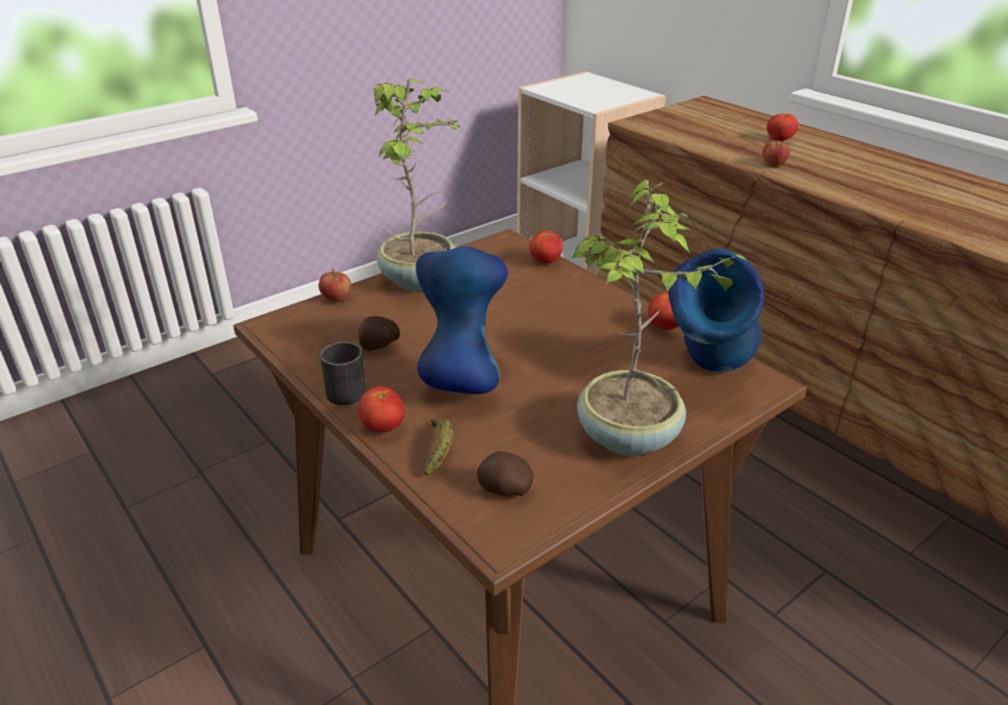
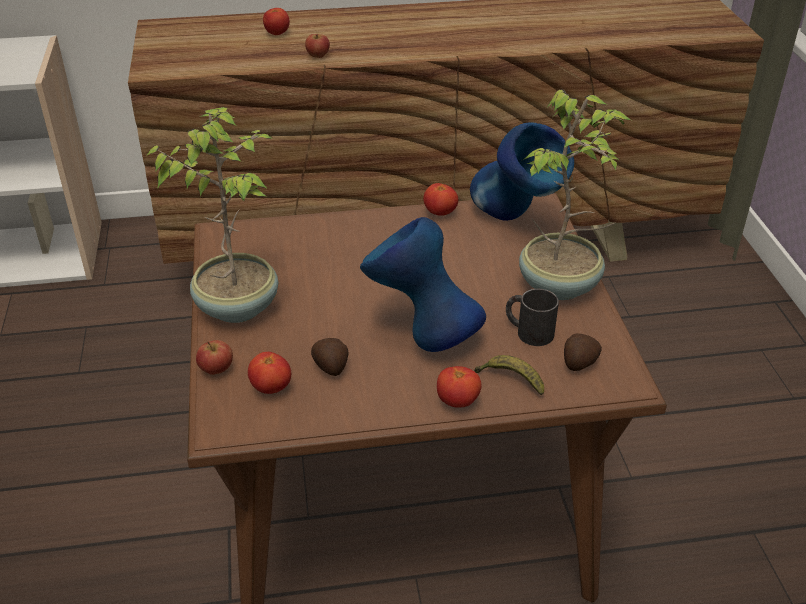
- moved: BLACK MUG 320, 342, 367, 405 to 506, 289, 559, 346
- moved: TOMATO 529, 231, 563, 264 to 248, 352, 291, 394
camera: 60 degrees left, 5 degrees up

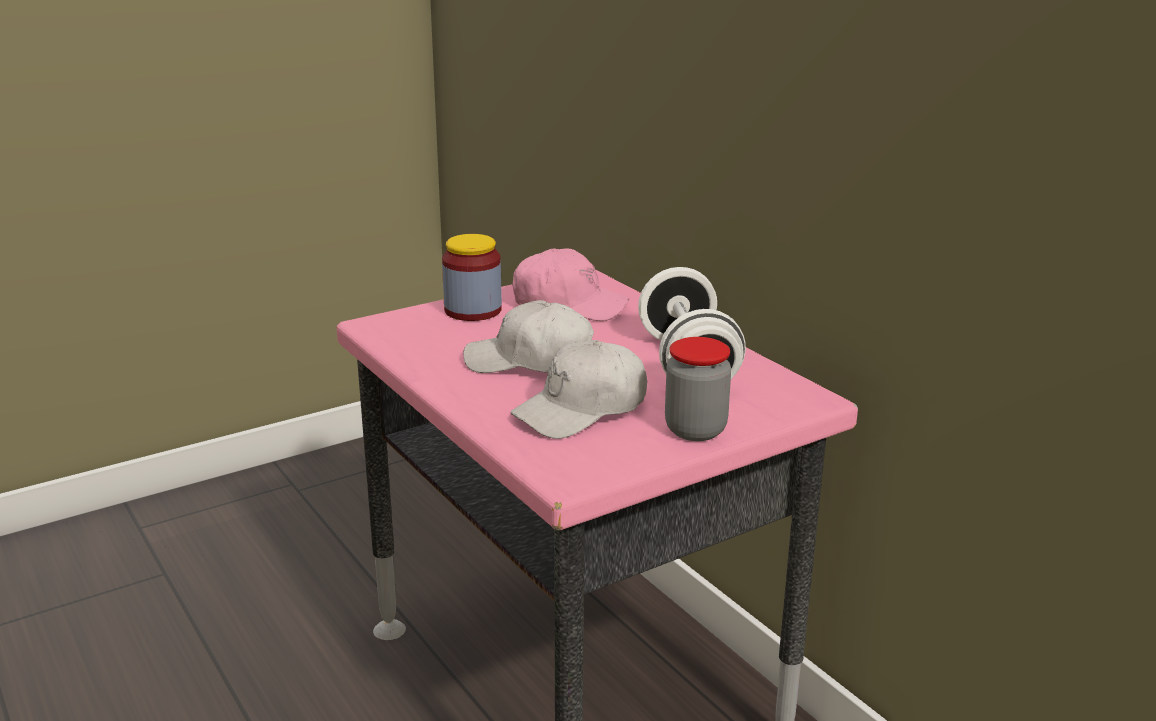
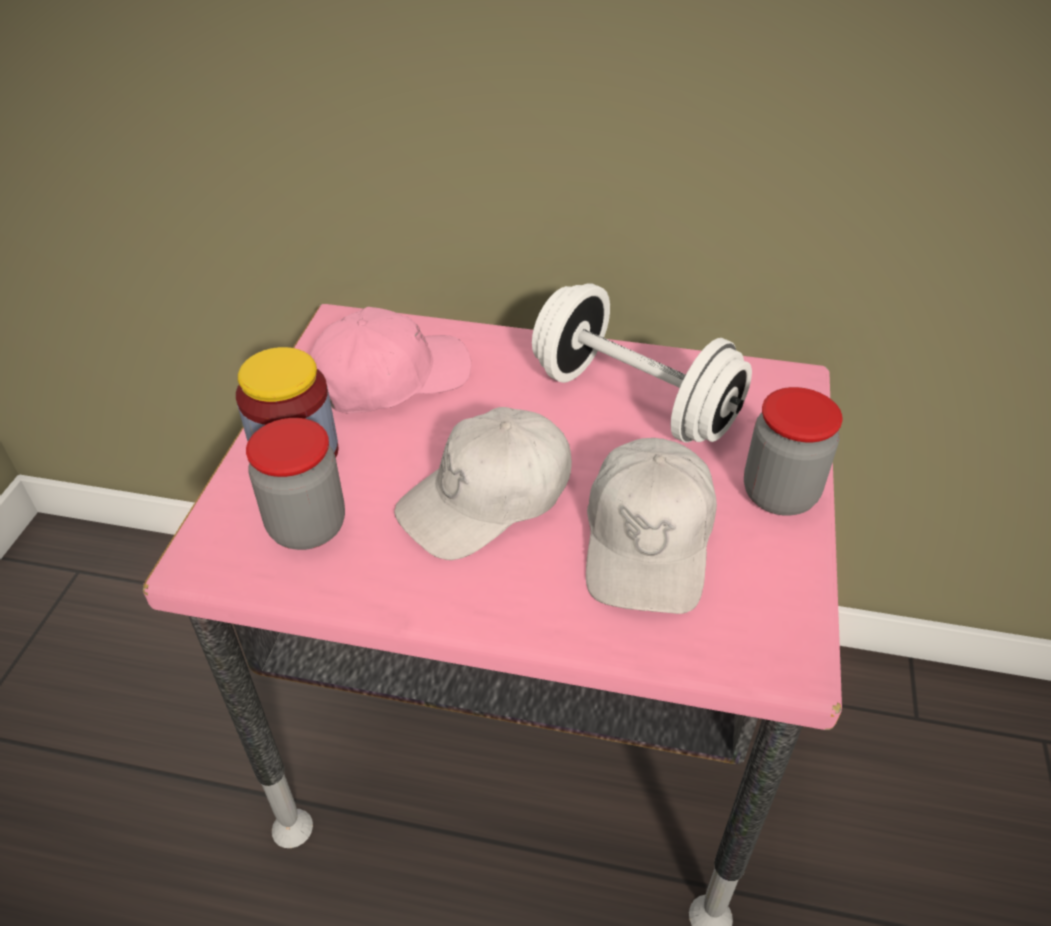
- added: JAR 246, 418, 345, 550
camera: 45 degrees left, 20 degrees up

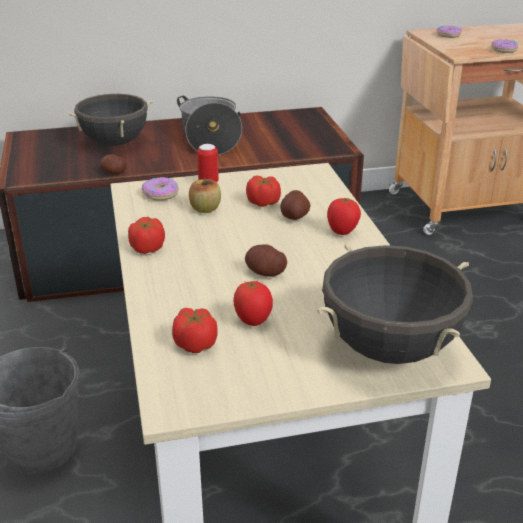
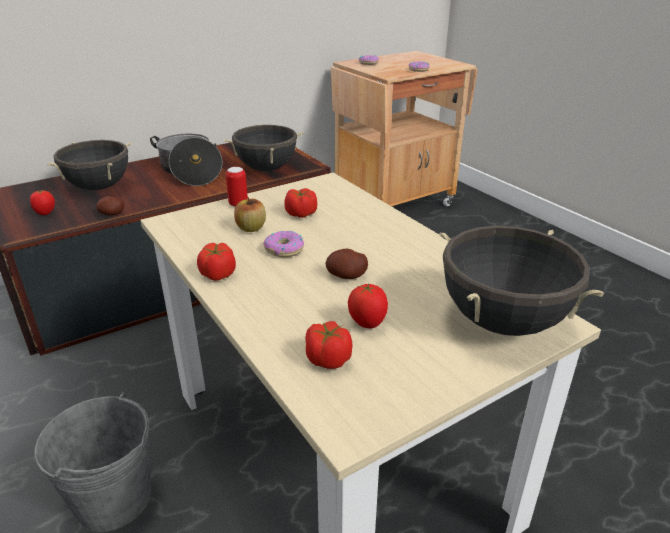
- moved: DONUT 142, 177, 179, 201 to 263, 231, 304, 257
- removed: POTATO 280, 190, 311, 220
- moved: TOMATO 327, 198, 361, 235 to 30, 190, 55, 215
- added: BLACK COOKING POT 224, 124, 304, 171
camera: 20 degrees left, 0 degrees up

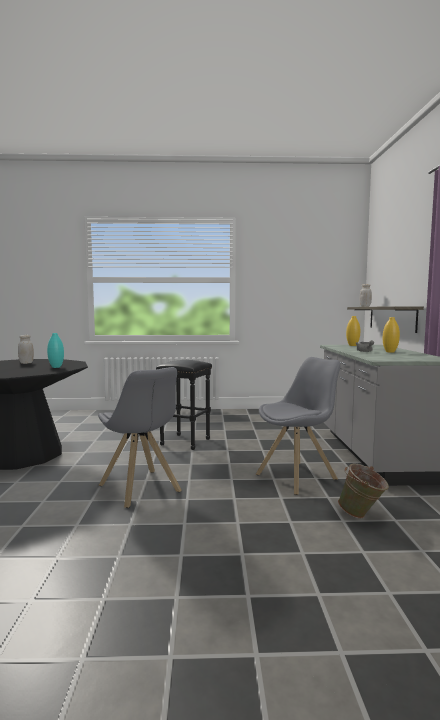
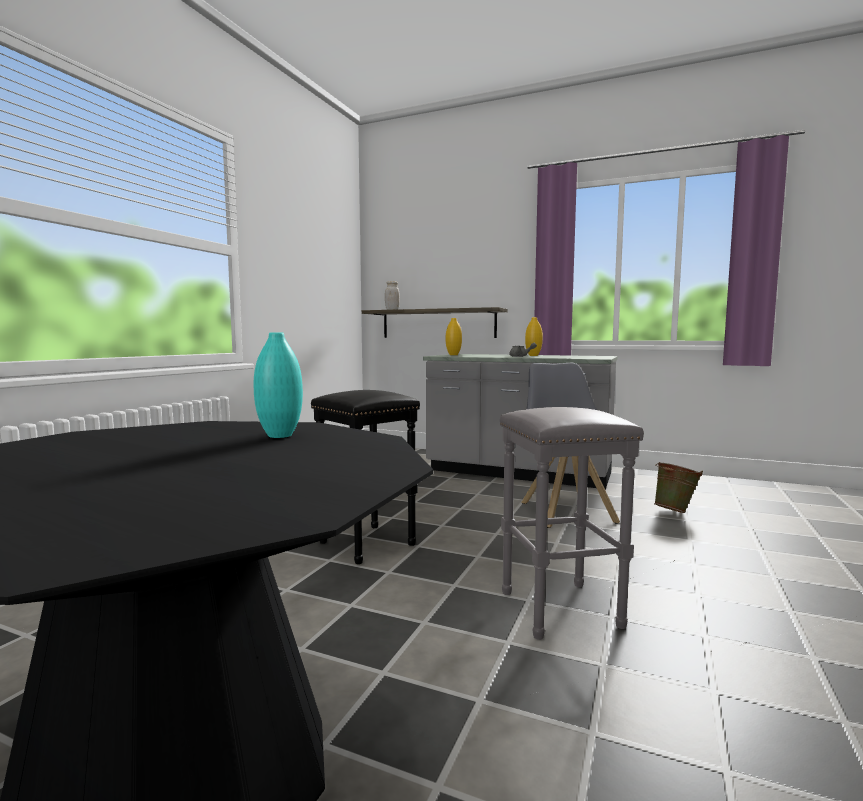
- removed: WHITE JAR 18, 335, 34, 364
- replaced: GREY CHAIR 98, 367, 181, 508 to GREY STOOL 500, 407, 644, 640
camera: 65 degrees left, 0 degrees up

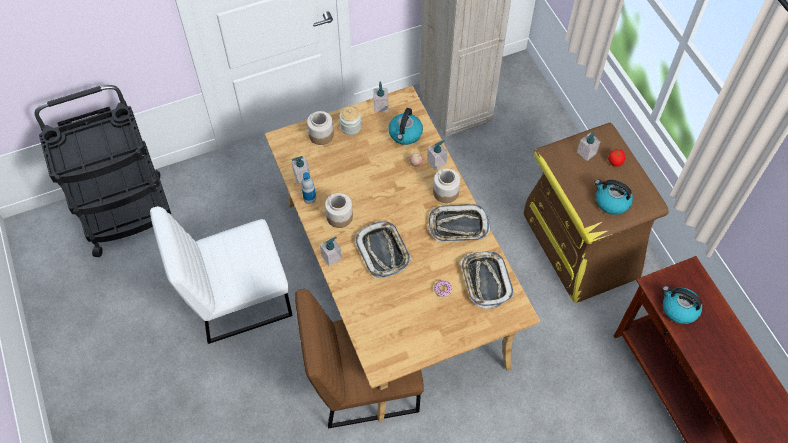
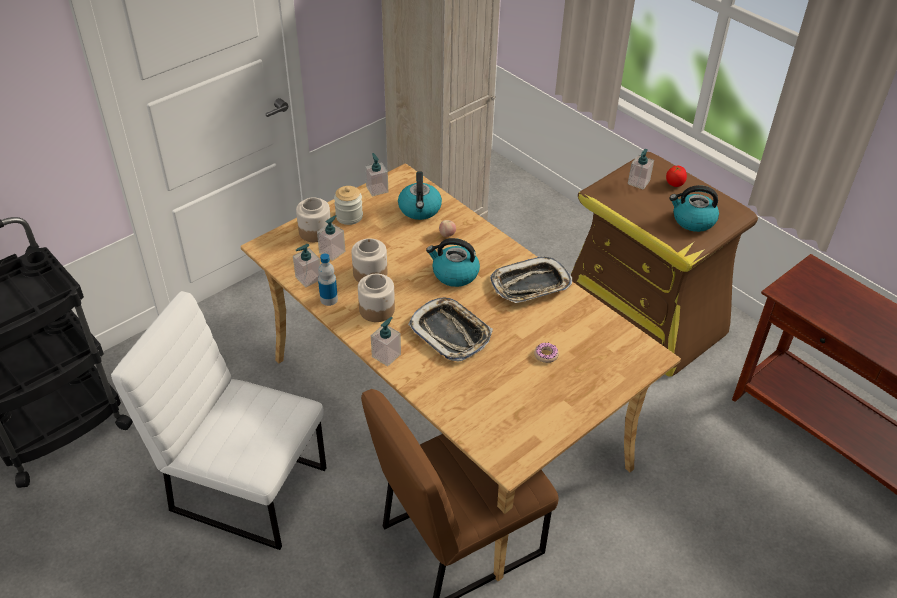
- turned: WHITE CHAIR 150, 206, 293, 344 = 111, 291, 326, 550 60 degrees clockwise
- moved: SOAP DISPENSER 427, 140, 447, 170 to 317, 215, 345, 261
- moved: JAR 433, 168, 460, 203 to 352, 238, 387, 282
- removed: TRAY 460, 252, 514, 309
- moved: KETTLE 662, 286, 702, 324 to 426, 238, 480, 287
camera: 20 degrees left, 15 degrees down

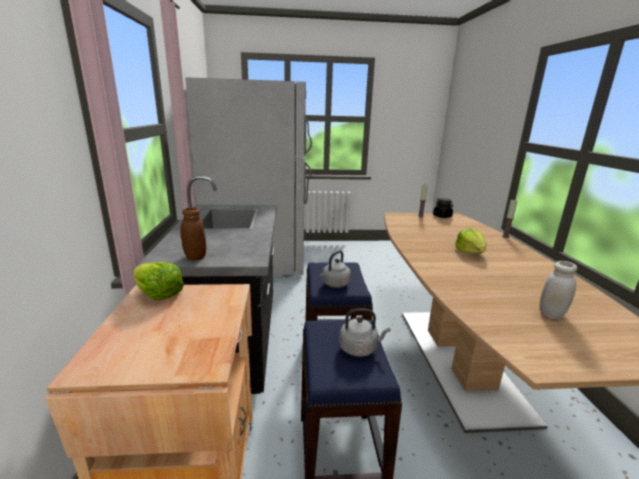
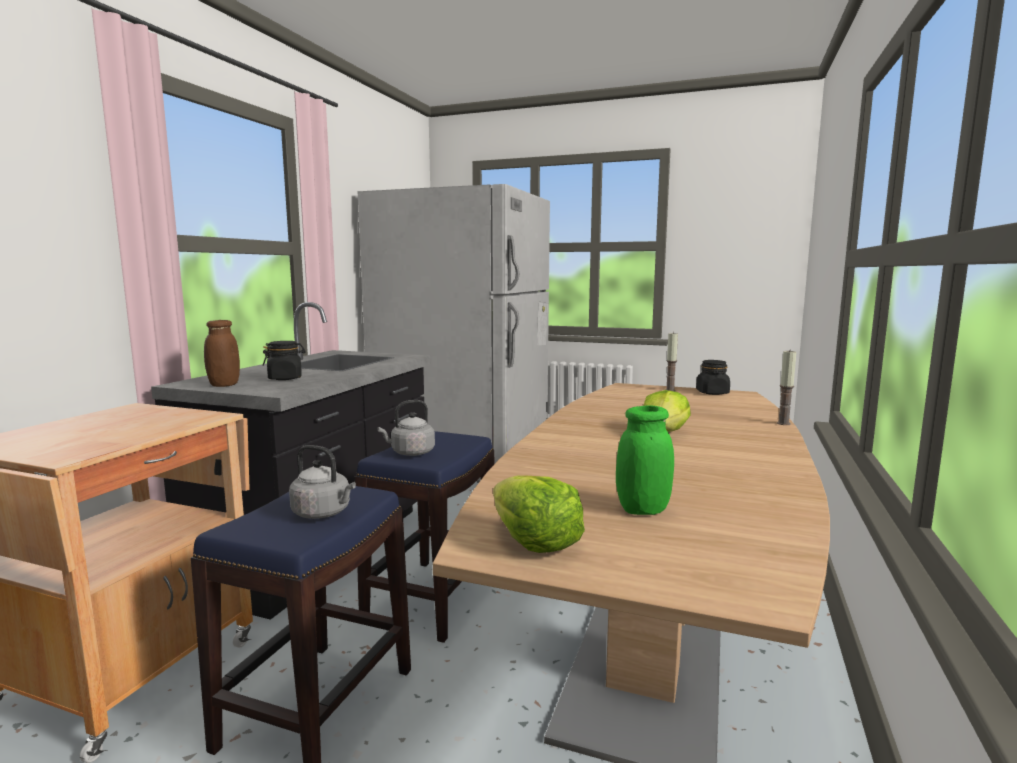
- moved: LETTUCE 133, 262, 184, 300 to 493, 475, 585, 553
- recoloured: WHITE JAR 540, 261, 577, 319 to GREEN JAR 616, 405, 674, 515
- added: BLACK JAR 262, 341, 305, 380
camera: 25 degrees right, 10 degrees down

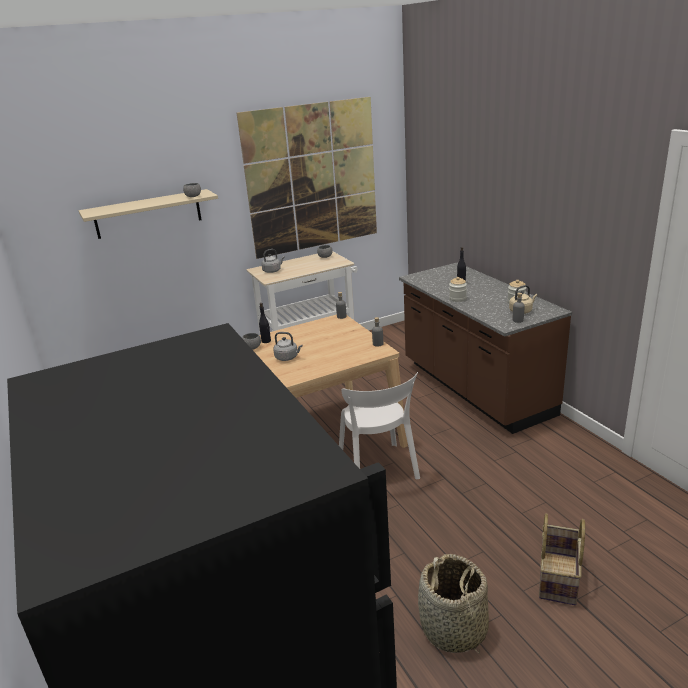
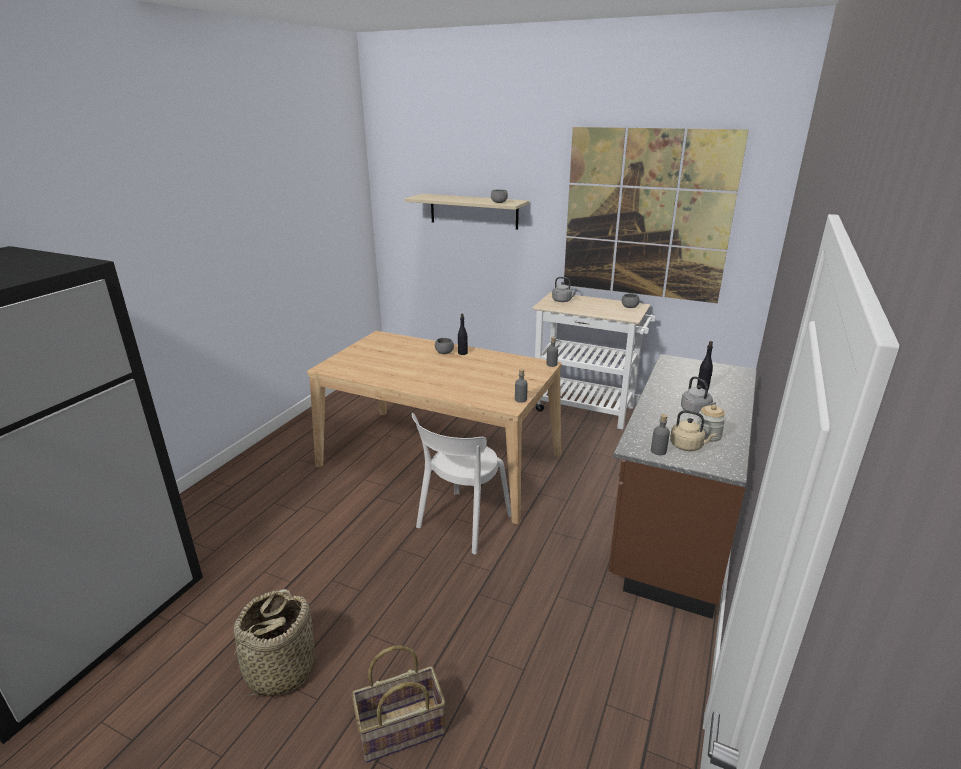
- moved: GREY KETTLE 273, 332, 302, 361 to 681, 376, 716, 413
- removed: JAR 449, 277, 467, 302
camera: 50 degrees right, 0 degrees up

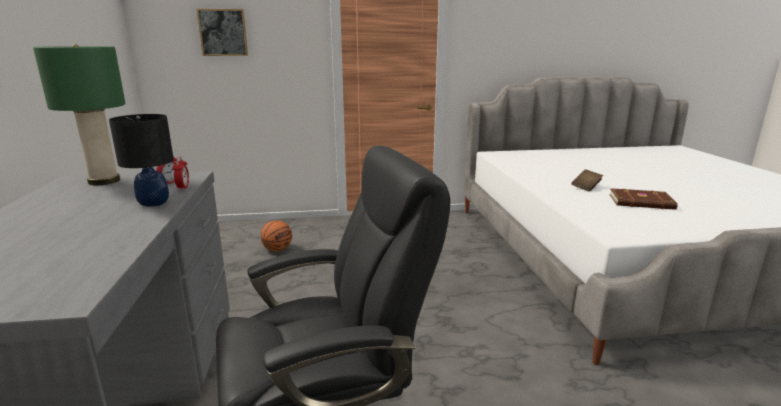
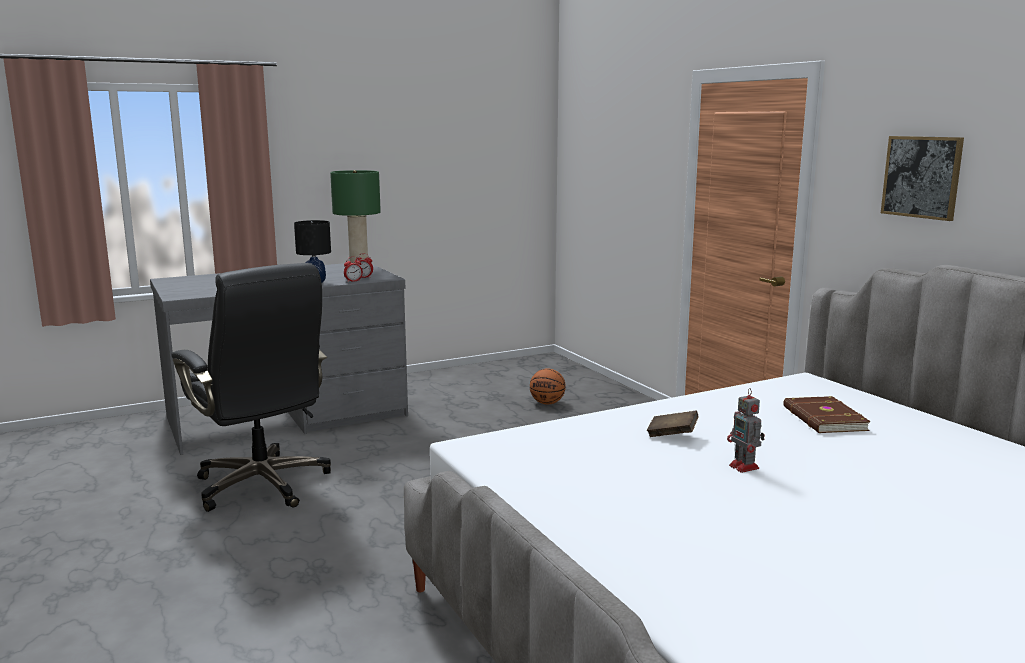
- moved: PICTURE 197, 9, 248, 56 to 881, 136, 964, 221
- moved: BROWN BOOK 609, 188, 678, 210 to 783, 396, 871, 433
- added: TOY ROBOT 727, 388, 765, 473
camera: 70 degrees right, 5 degrees down

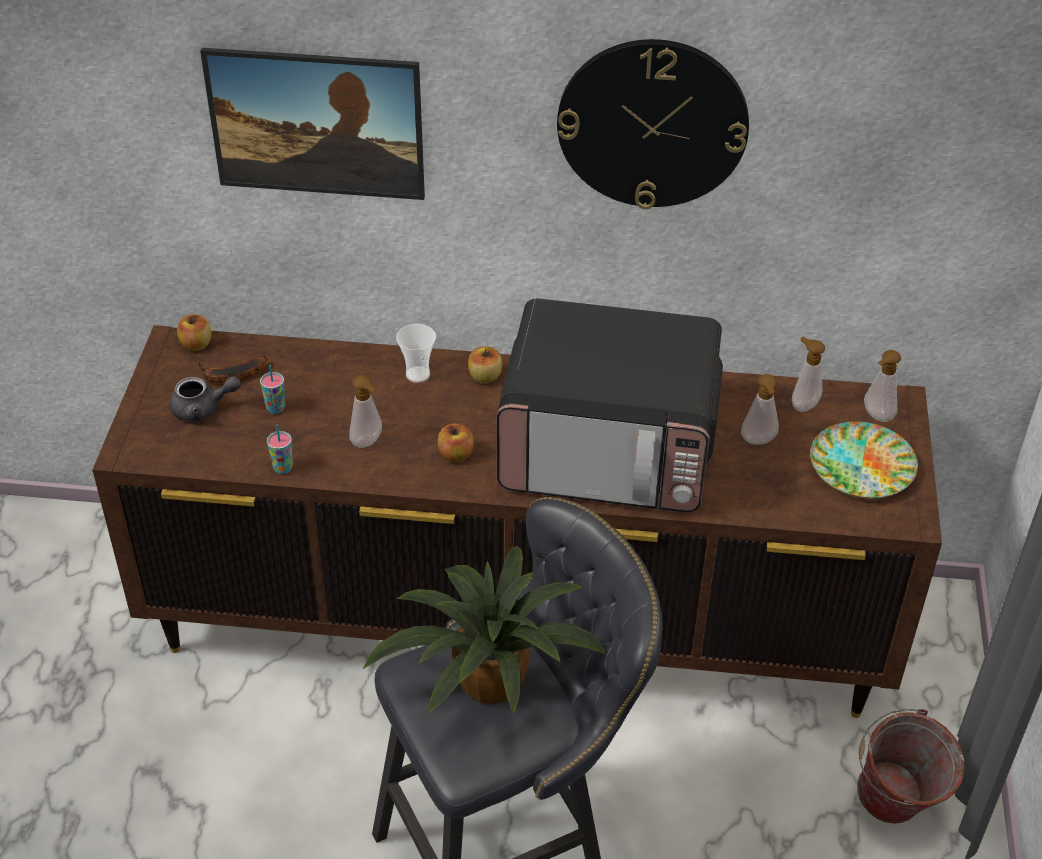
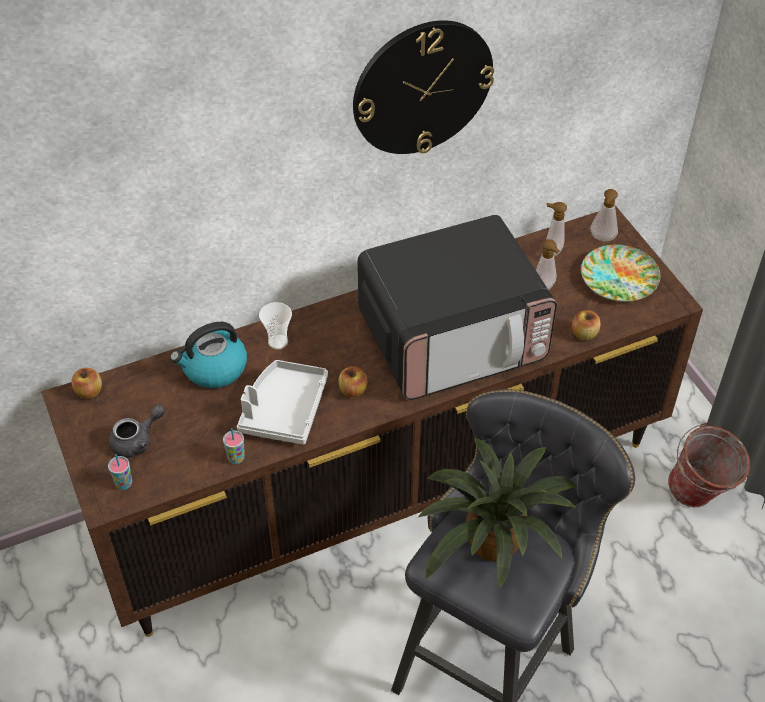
- removed: BANANA 198, 356, 267, 383
- removed: PICTURE 200, 48, 425, 200
- moved: CUP 260, 365, 285, 414 to 108, 454, 132, 490
- replaced: SOAP DISPENSER 349, 375, 382, 448 to GREY TRAY 237, 360, 328, 445
- moved: APPLE 468, 346, 502, 383 to 572, 310, 601, 340
- added: KETTLE 170, 322, 247, 388
camera: 30 degrees left, 5 degrees up

